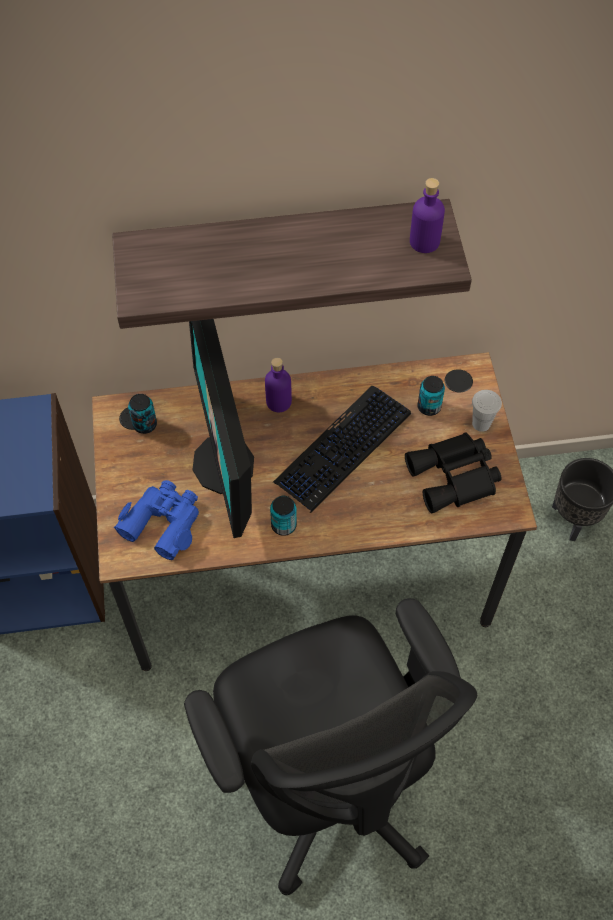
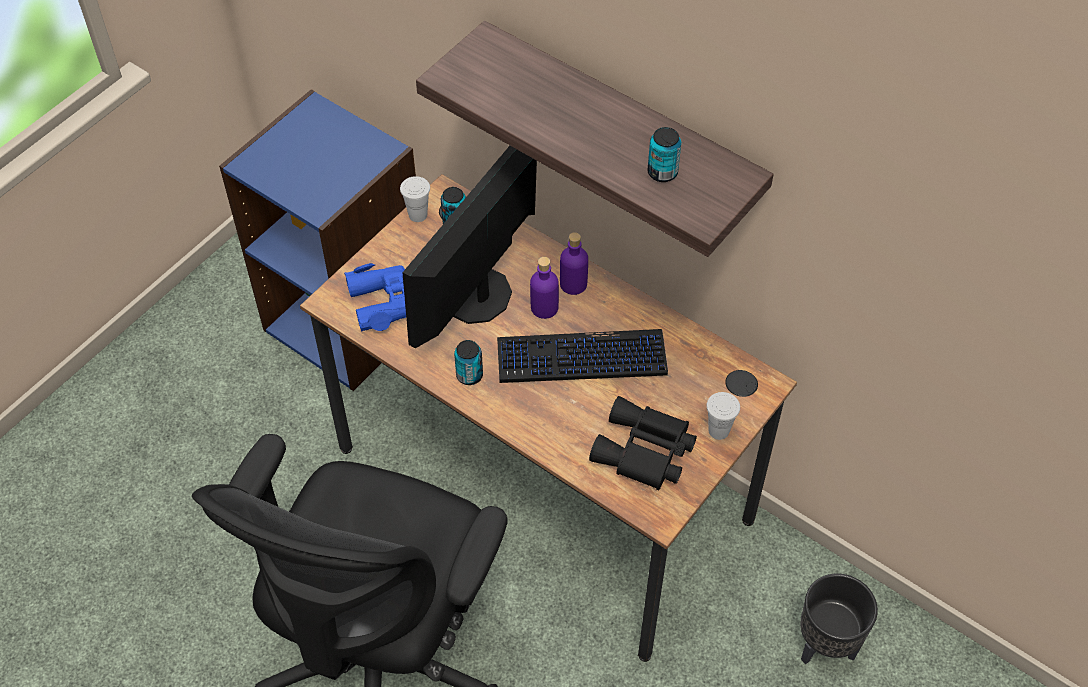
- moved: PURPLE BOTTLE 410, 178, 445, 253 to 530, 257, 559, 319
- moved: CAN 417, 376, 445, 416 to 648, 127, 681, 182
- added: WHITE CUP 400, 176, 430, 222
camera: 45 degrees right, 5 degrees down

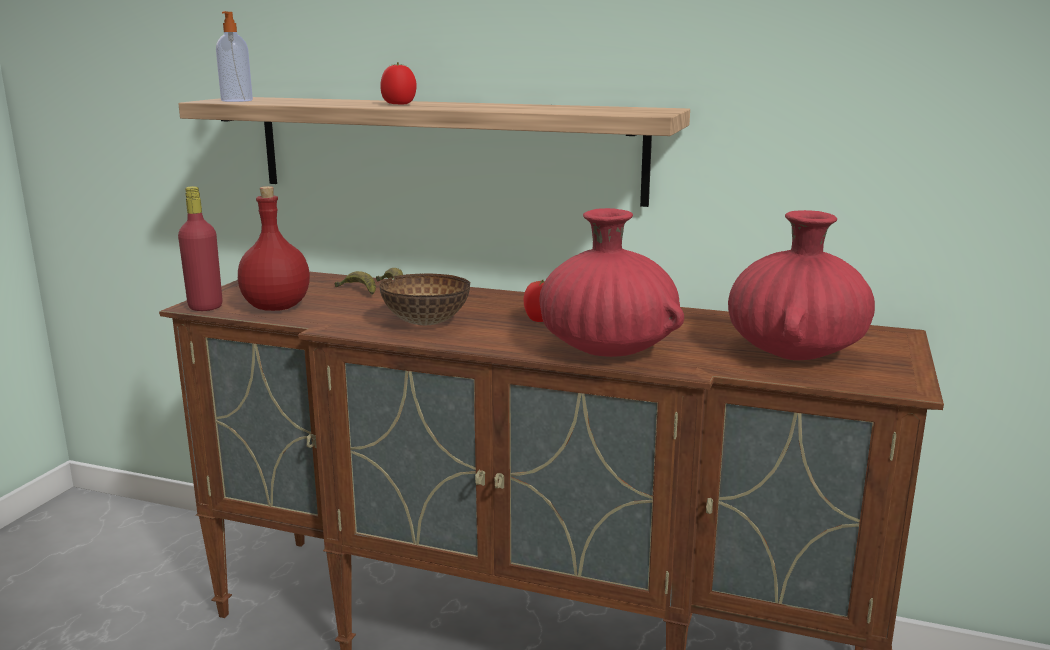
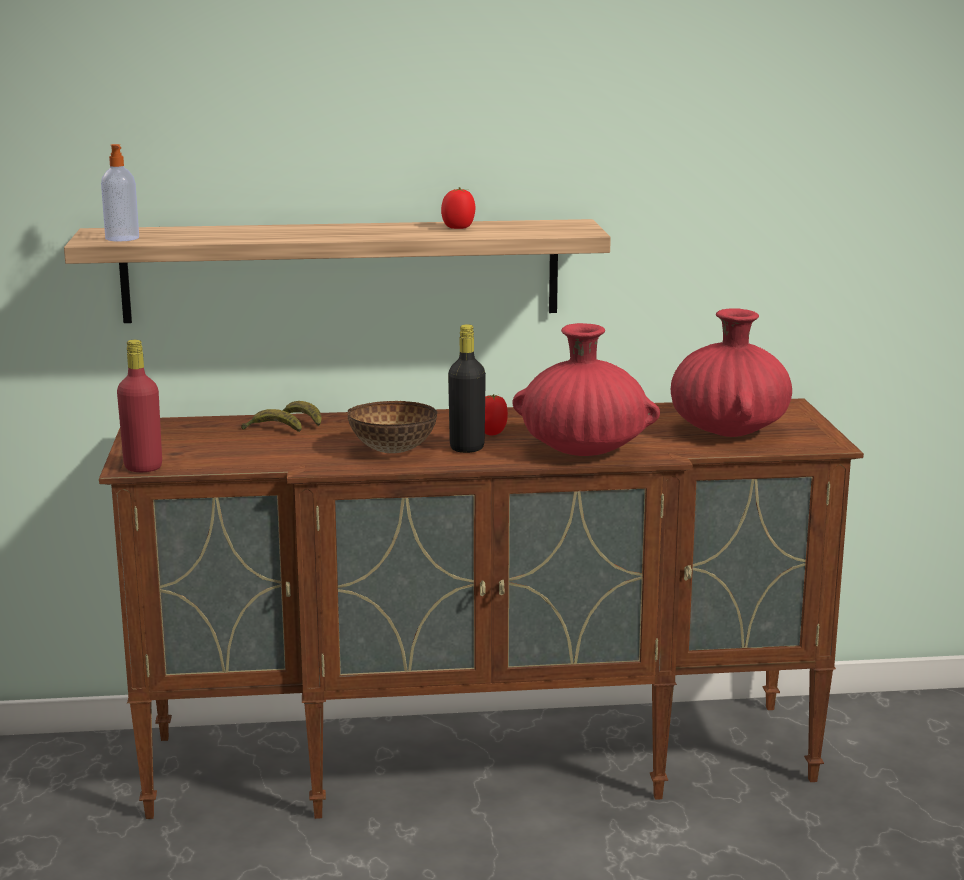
- removed: RED BOTTLE 238, 186, 310, 311
- moved: TOMATO 380, 62, 417, 105 to 441, 187, 476, 229
- added: BLACK BOTTLE 448, 324, 486, 453
camera: 25 degrees left, 0 degrees up

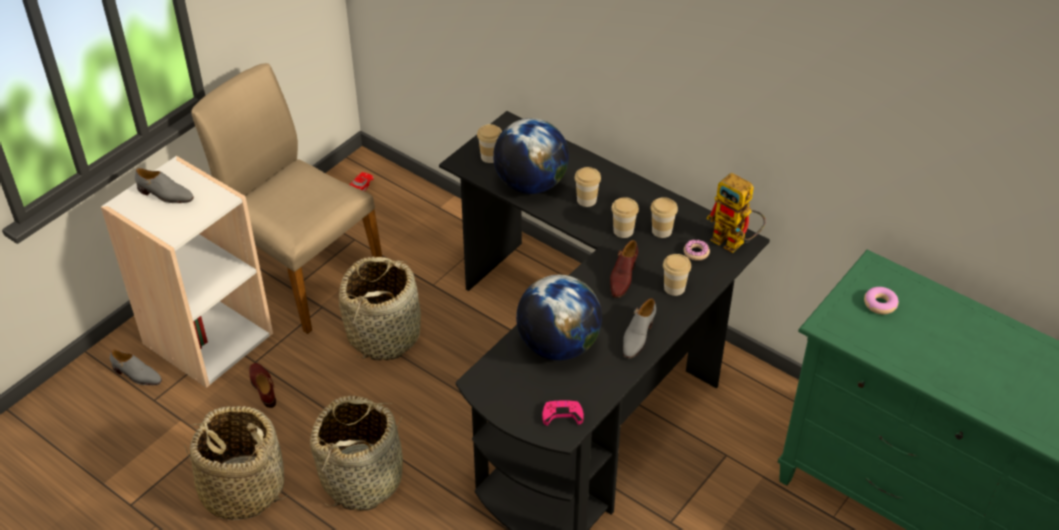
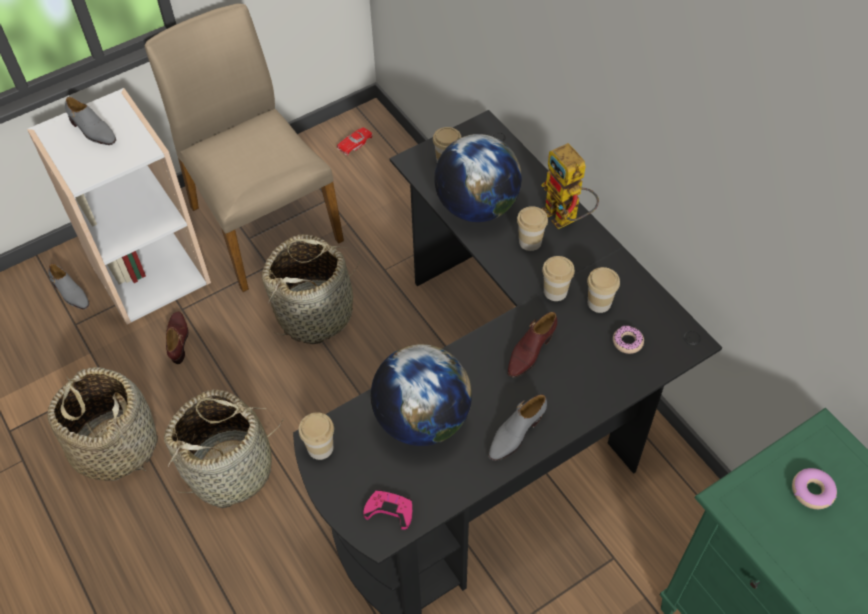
- moved: CUP 663, 254, 691, 296 to 298, 413, 334, 460
- moved: TOY ROBOT 706, 173, 766, 253 to 541, 143, 599, 229
camera: 20 degrees right, 10 degrees up

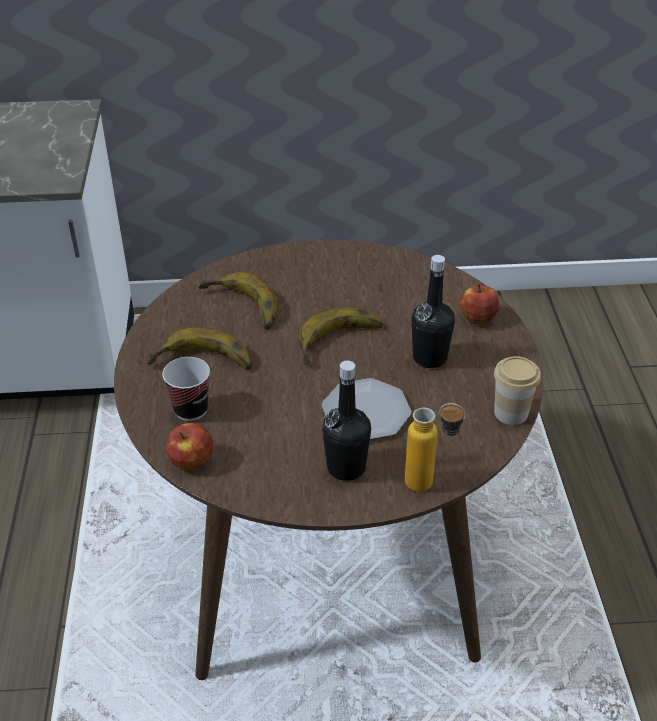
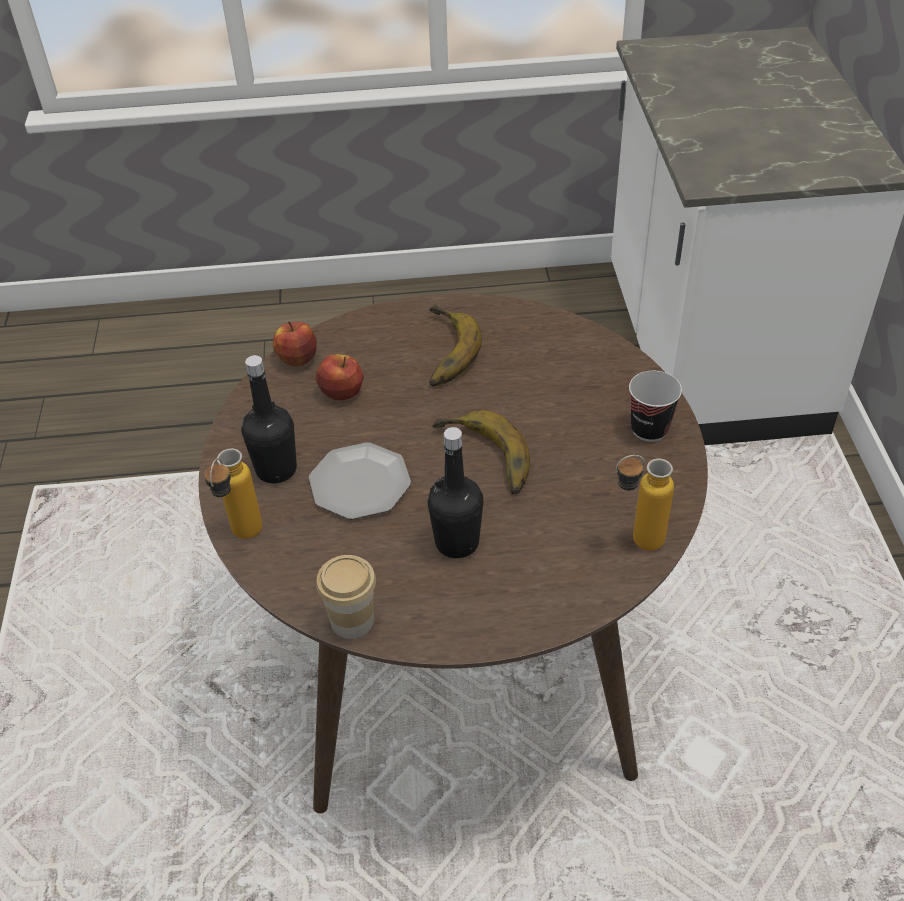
- moved: CUP 162, 357, 210, 421 to 629, 371, 682, 442
- removed: BANANA 198, 272, 277, 329
- moved: APPLE 460, 284, 499, 324 to 315, 354, 364, 401
- added: BOTTLE 616, 455, 674, 551
camera: 90 degrees right, 5 degrees up

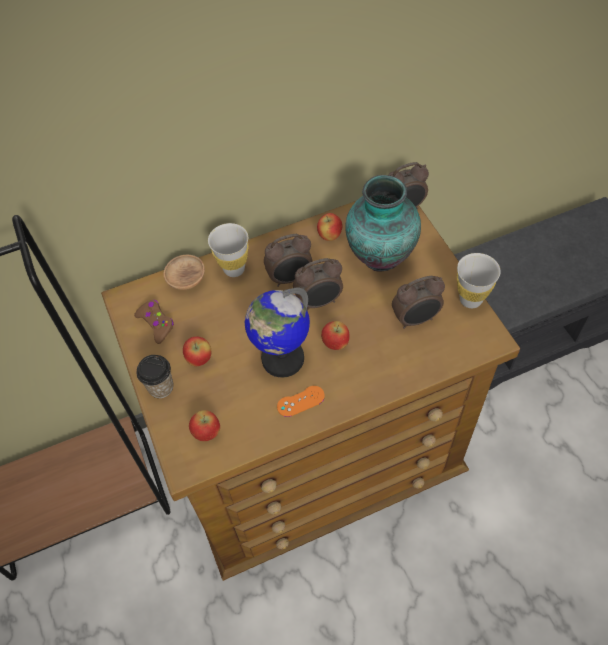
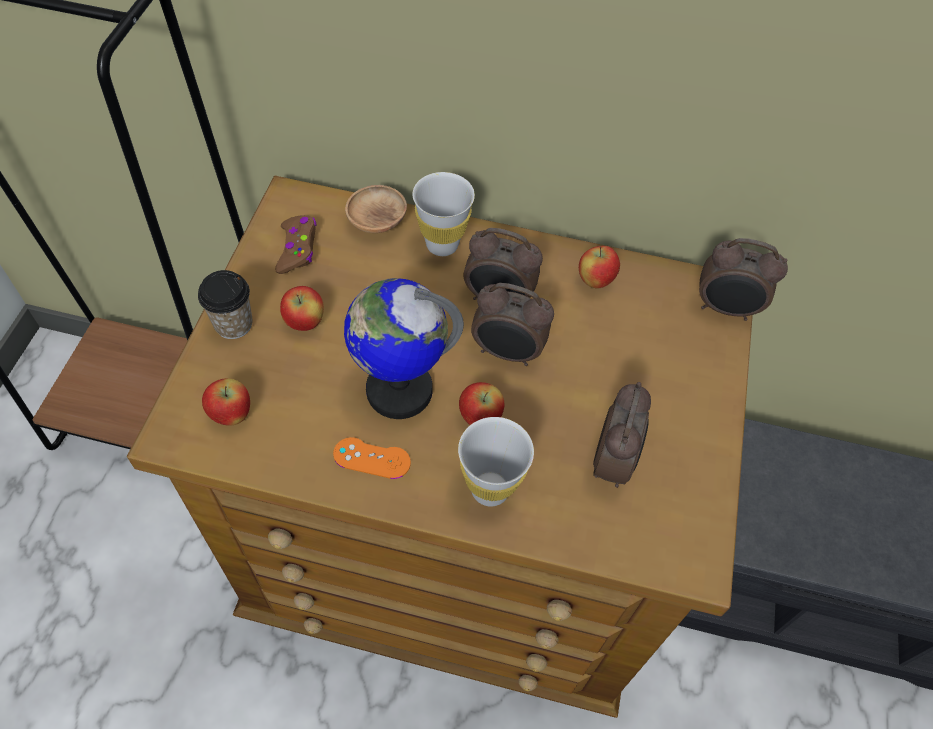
- removed: VASE 345, 175, 421, 272
- turned: ALARM CLOCK 392, 276, 445, 329 = 593, 382, 651, 488 90 degrees counterclockwise
- moved: WHITE CUP 457, 253, 501, 308 to 458, 417, 534, 506
camera: 30 degrees right, 0 degrees up

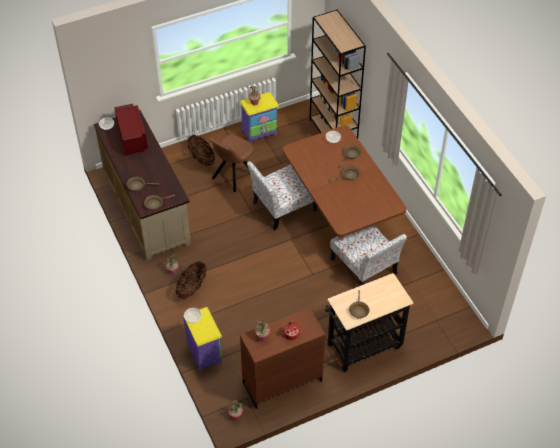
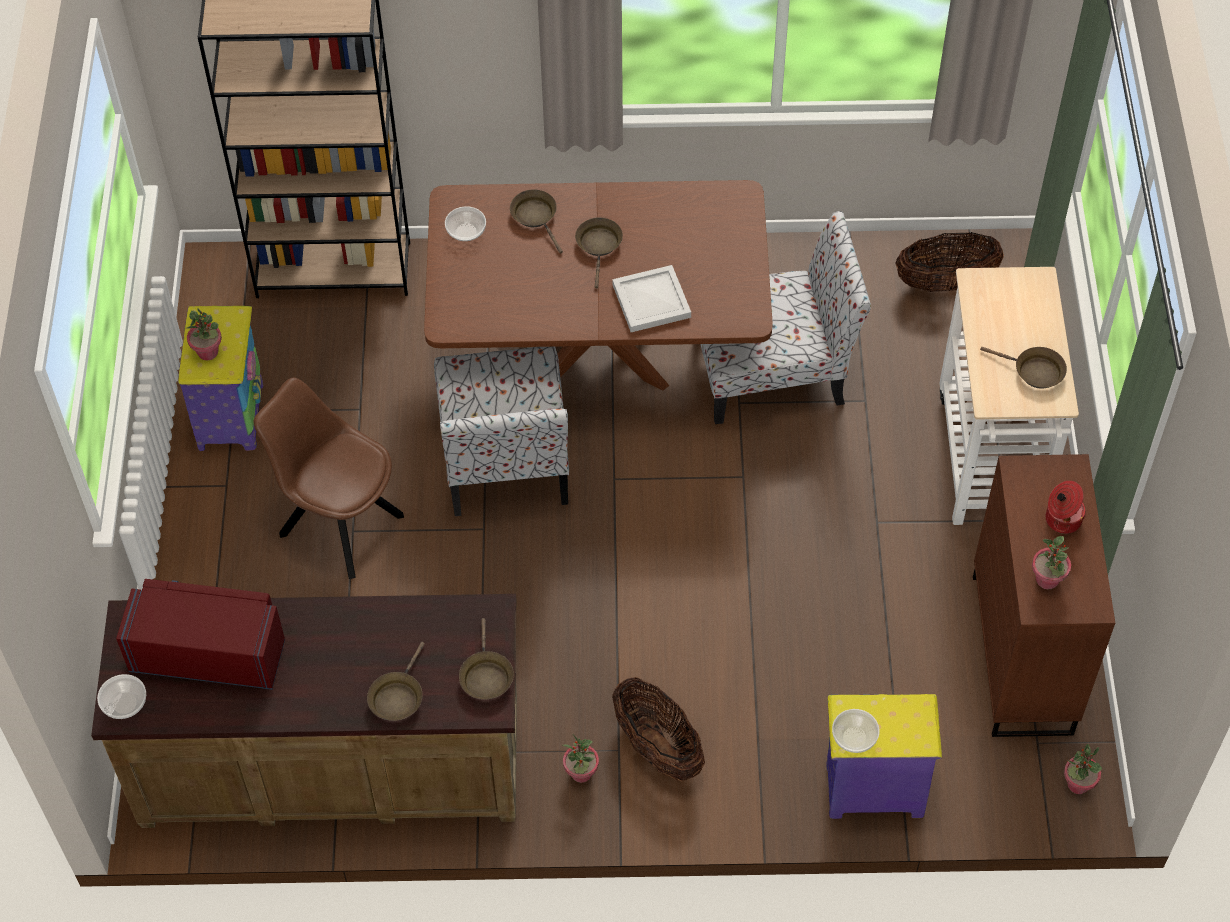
- moved: BASKET 187, 135, 215, 167 to 895, 232, 1004, 292
- turned: BROWN CHAIR 209, 135, 254, 192 = 253, 378, 404, 579 150 degrees clockwise
- recoloured: BLACK CART 325, 273, 413, 372 to WHITE CART 939, 267, 1079, 525
- added: WHITE TRAY 612, 265, 691, 332
camera: 65 degrees left, 5 degrees up

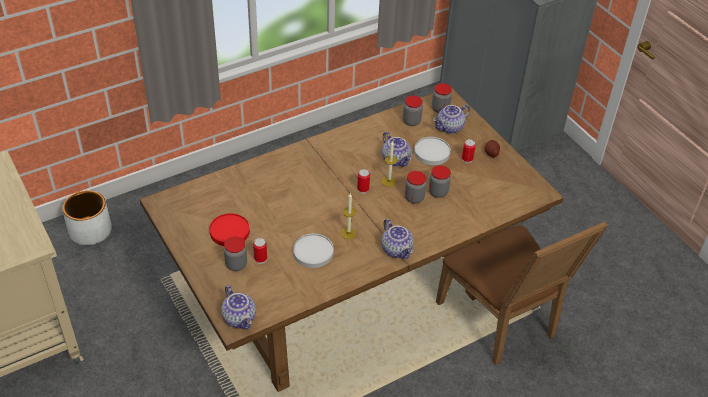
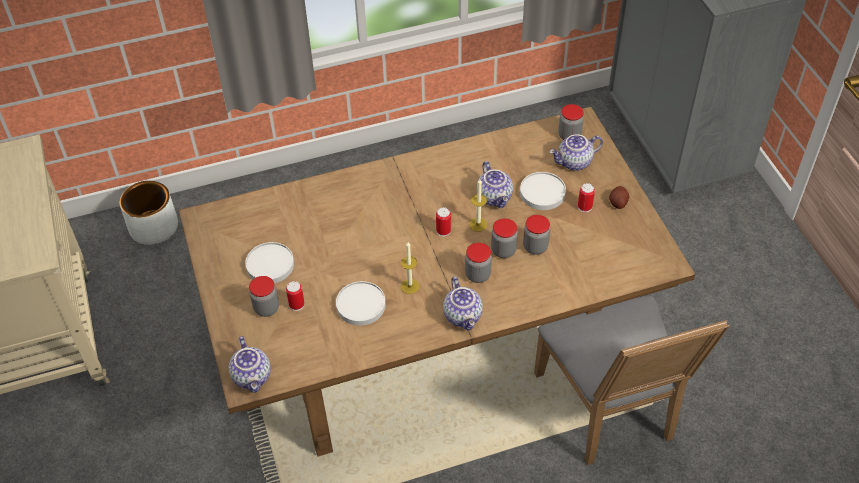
- recoloured: RED PLATE 209, 213, 250, 246 to WHITE PLATE 245, 242, 294, 283
- moved: JAR 403, 96, 423, 126 to 465, 243, 492, 283
- recoloured: BROWN CHAIR 436, 221, 608, 365 to GREY CHAIR 534, 296, 730, 465
camera: 15 degrees right, 5 degrees up

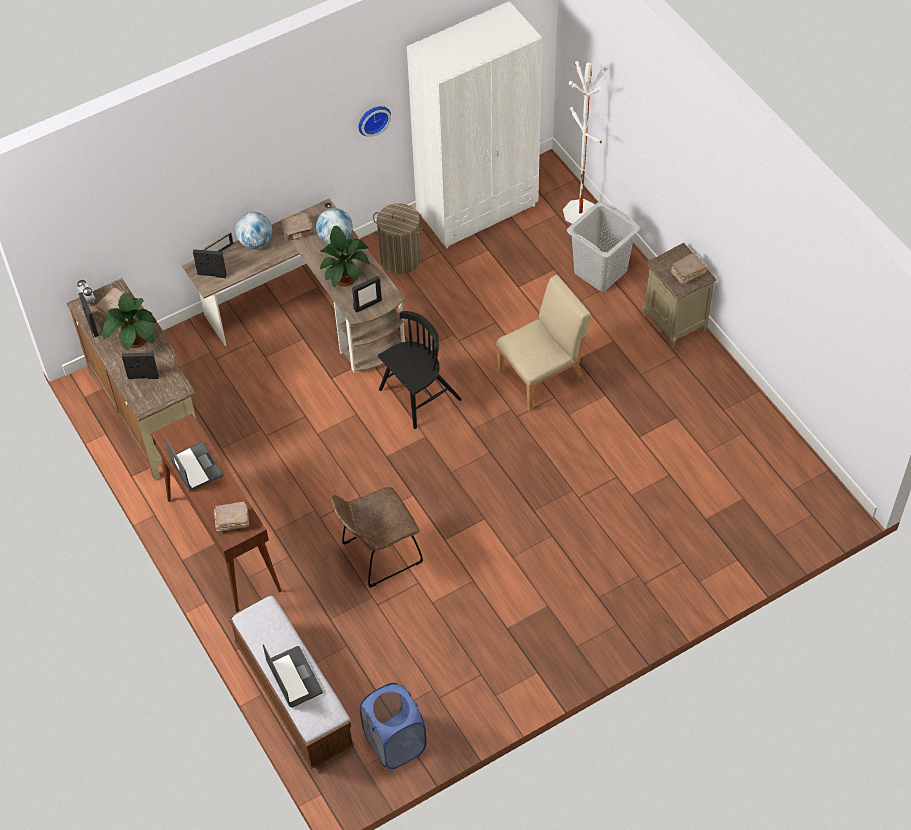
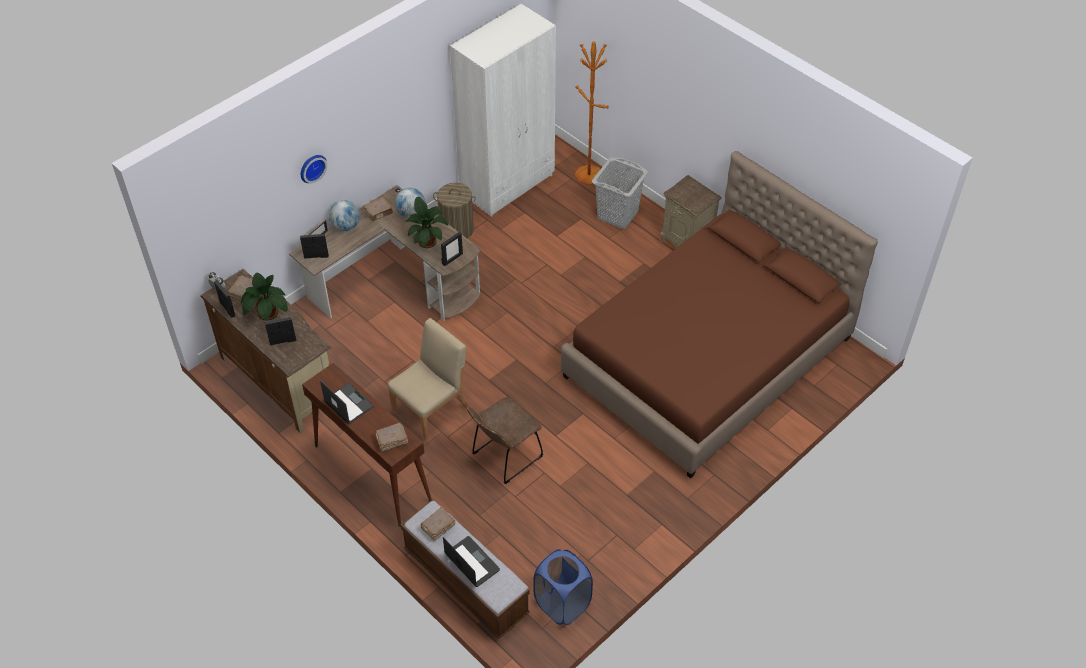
- moved: WALL CLOCK 358, 106, 391, 137 to 301, 155, 327, 183
- removed: BLACK CHAIR 378, 311, 462, 429
- moved: BEIGE CHAIR 496, 275, 591, 412 to 388, 318, 469, 441
- recoloured: WHITE CLOTHES RACK 563, 61, 608, 224 to ORANGE CLOTHES RACK 574, 41, 609, 185
- moved: BROWN BOOK 670, 253, 707, 284 to 421, 507, 456, 541
- added: BROWN BED 561, 151, 878, 479
camera: 15 degrees left, 5 degrees down

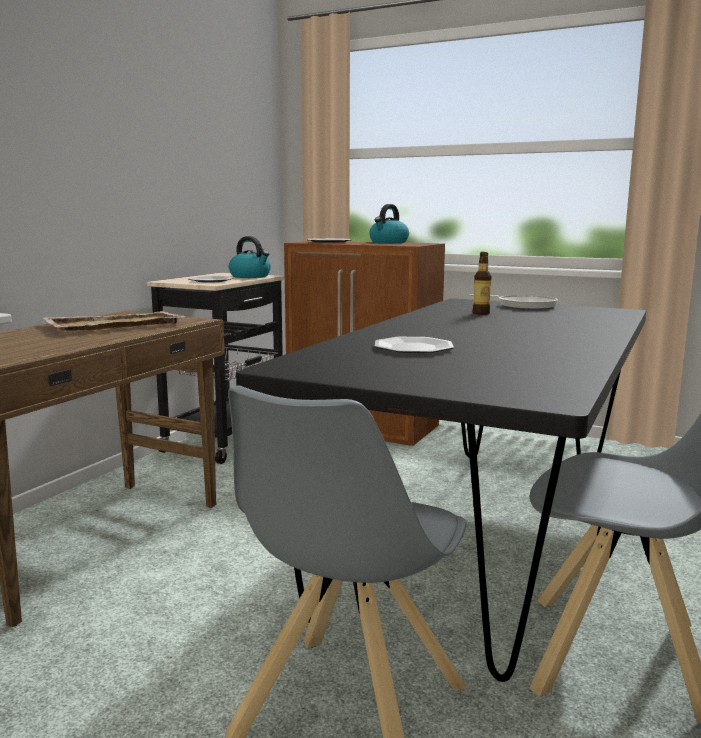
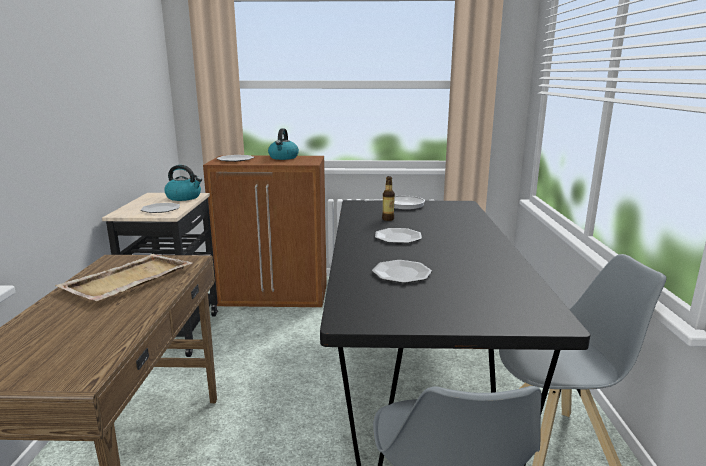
- added: PLATE 375, 228, 422, 243
camera: 25 degrees left, 5 degrees up

